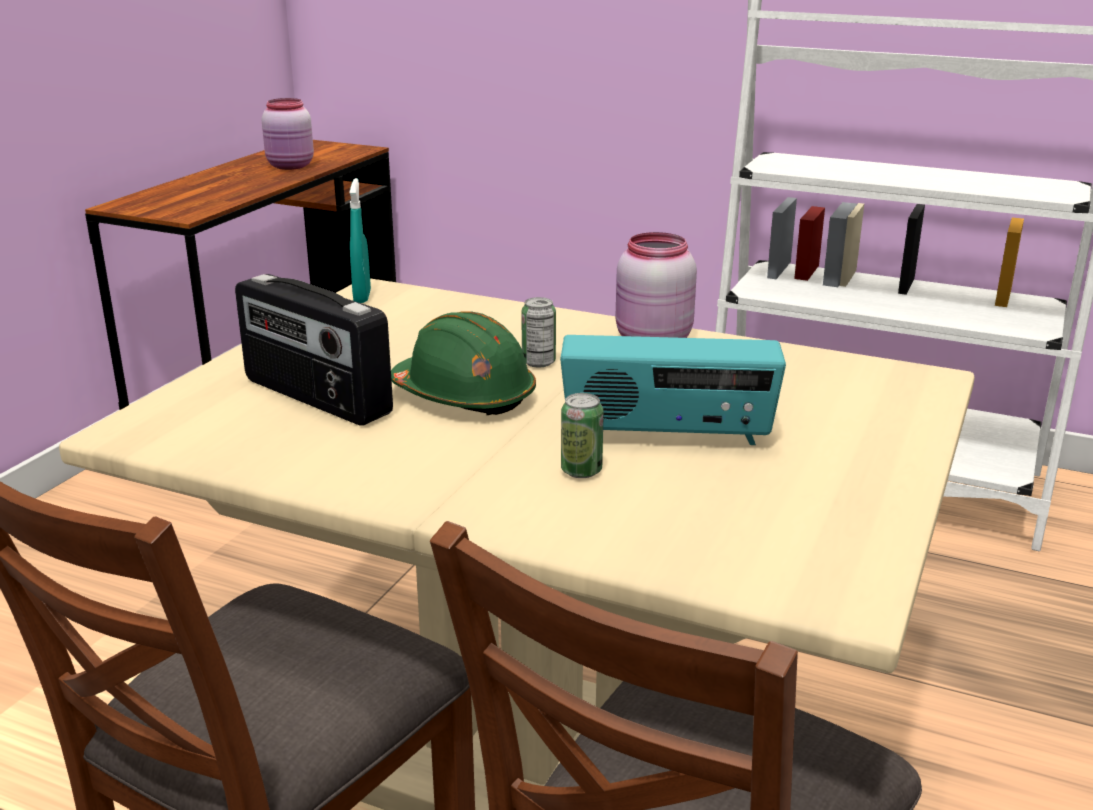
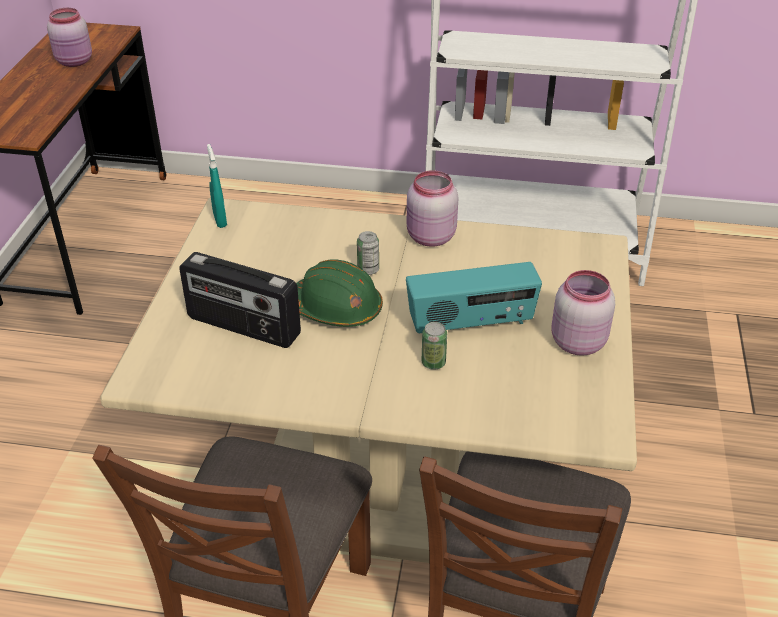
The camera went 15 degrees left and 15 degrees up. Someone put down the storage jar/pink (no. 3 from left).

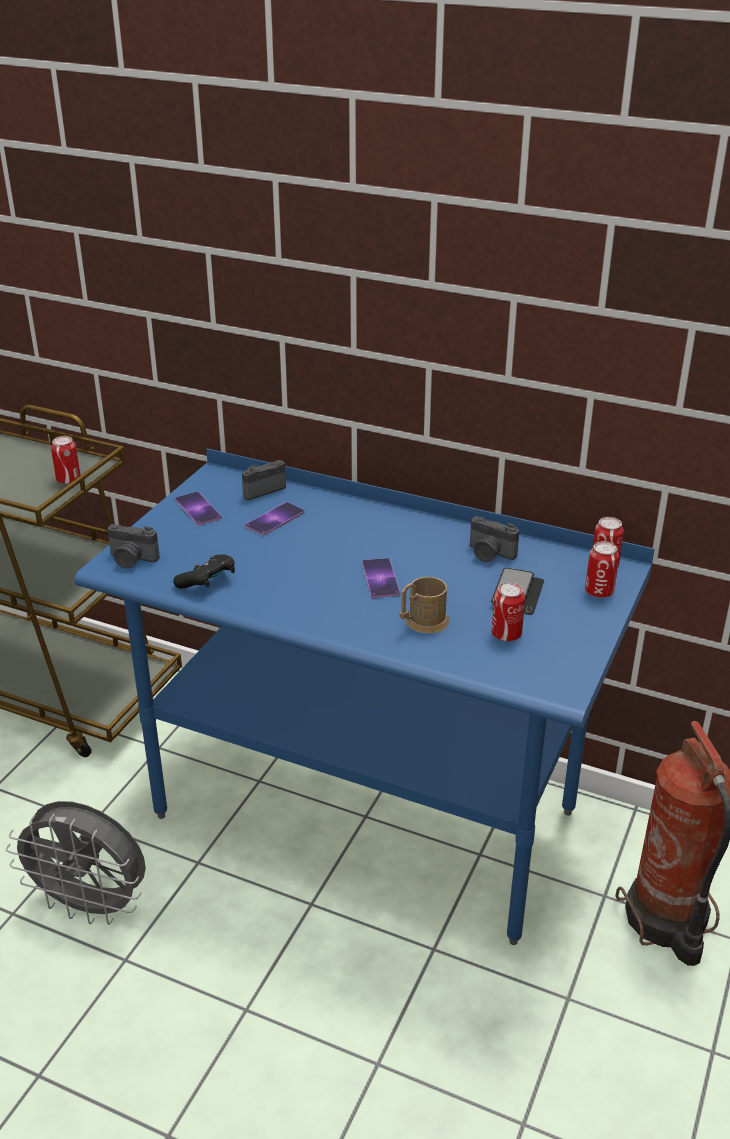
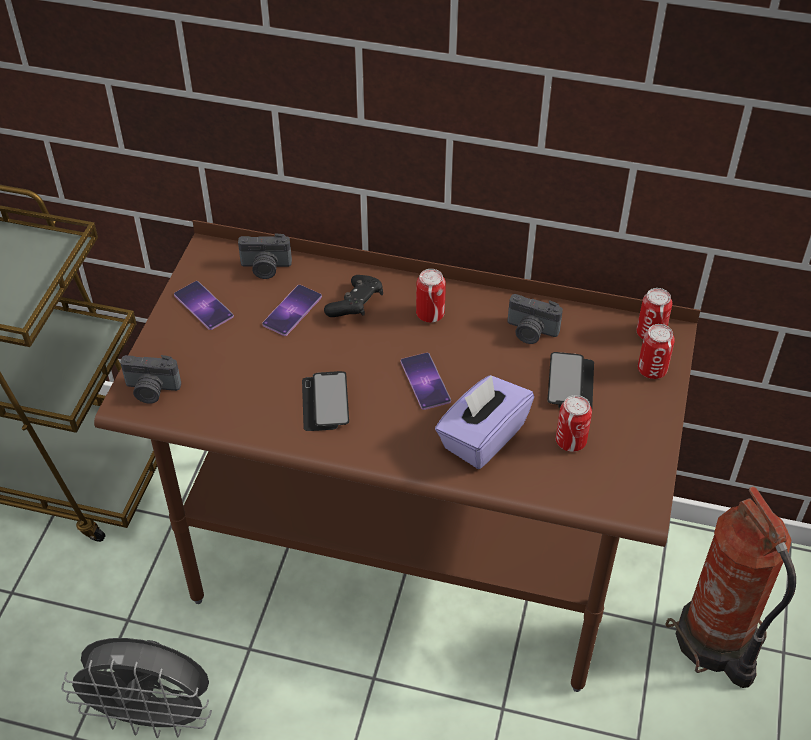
The camera went 10 degrees left and 15 degrees up. Someone put down the telephone (no. 3 from left). Someone carried the metal can (no. 1 from left). Someone carried the joypad/black. Someone swapped the tea mug/brown for the box of tissues/purplish. Someone repainted the desk/bluish, which became the desk/brown. Someone rotated the photo camera (no. 2 from left) by 135 degrees counterclockwise.

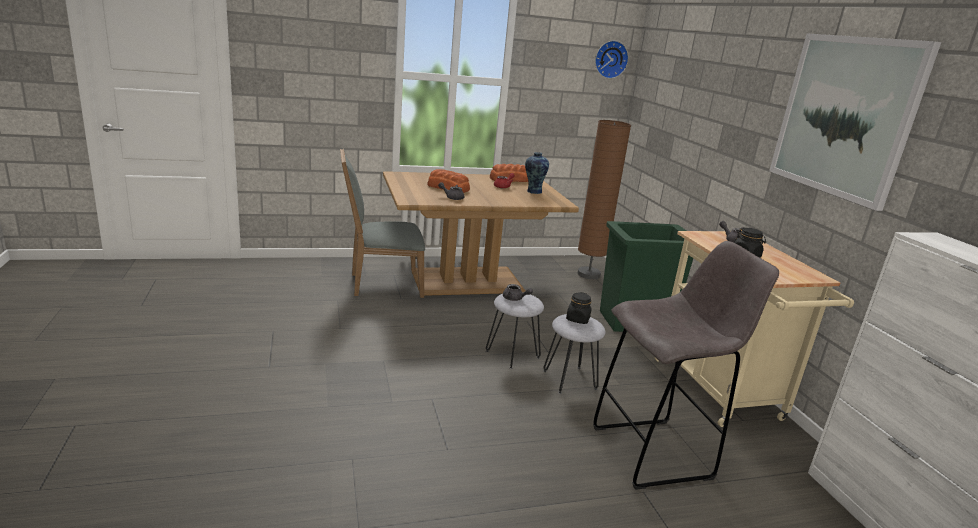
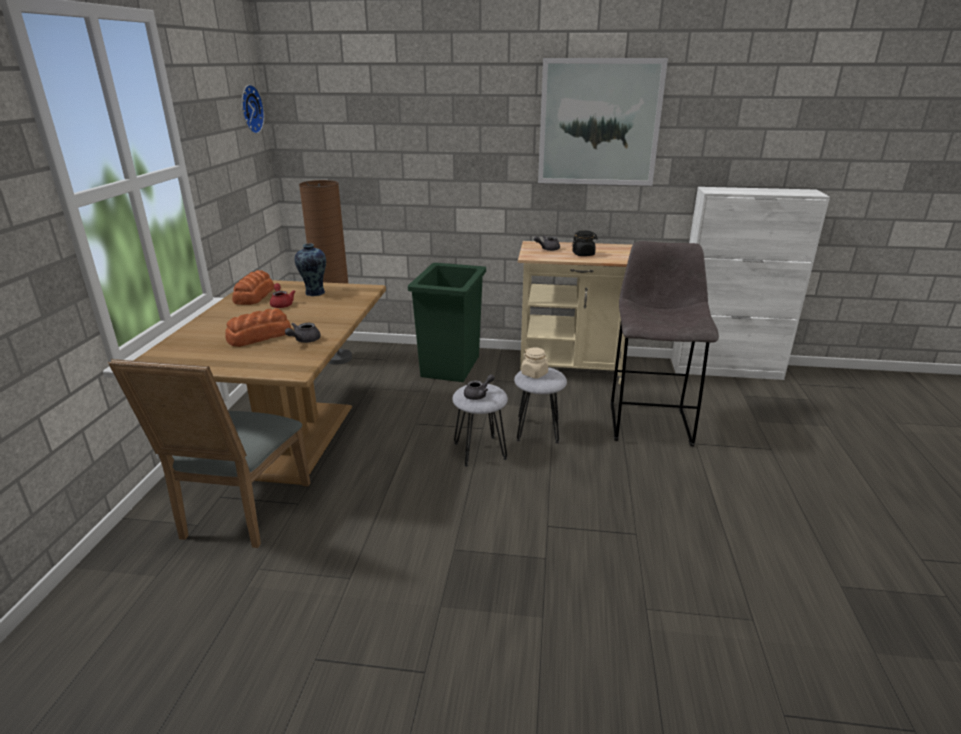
The camera went 65 degrees left and 5 degrees up. Someone repainted the storage jar/black (no. 1 from left), which became the storage jar/beige.

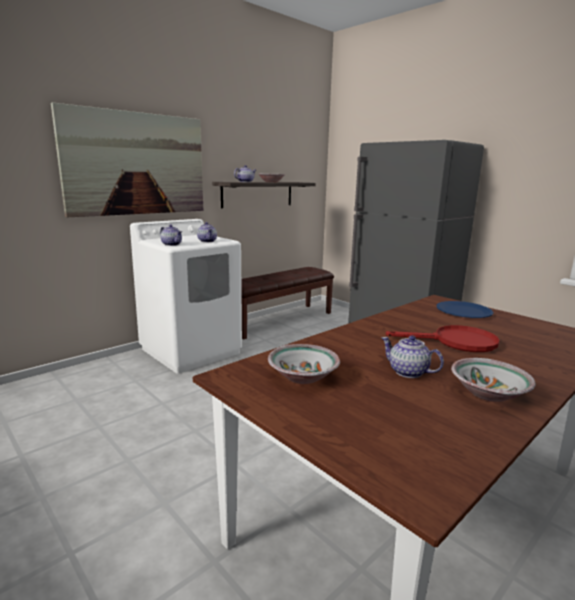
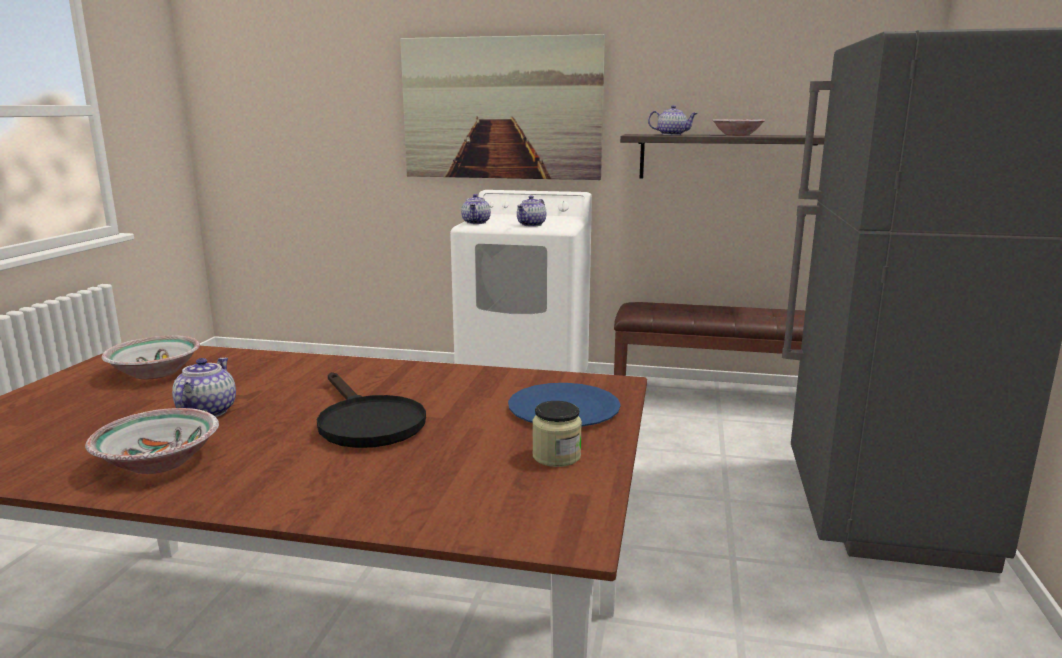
The camera went 55 degrees right and 0 degrees up. Someone put down the storage jar. Someone repainted the frying pan/reddish, which became the frying pan/black.

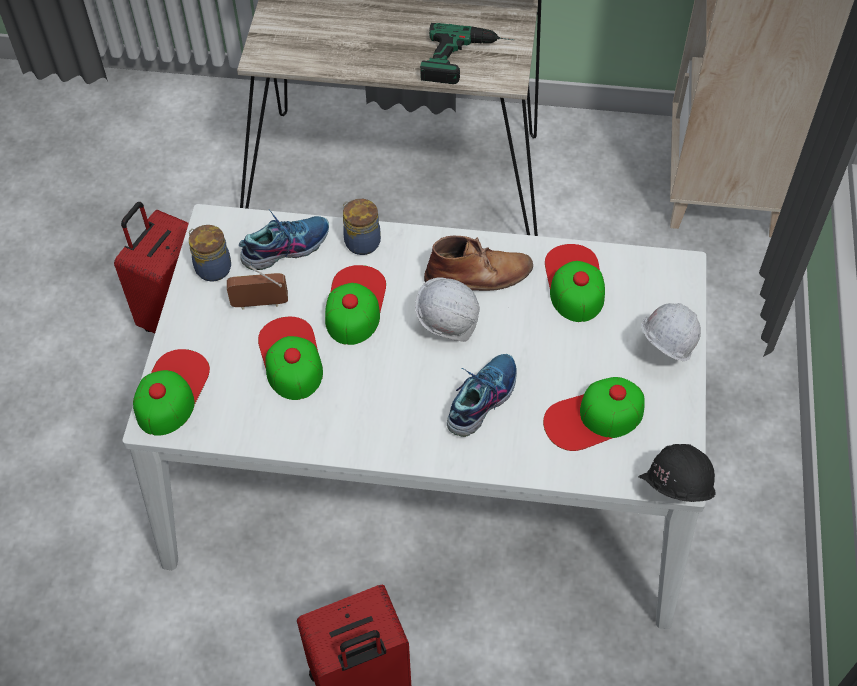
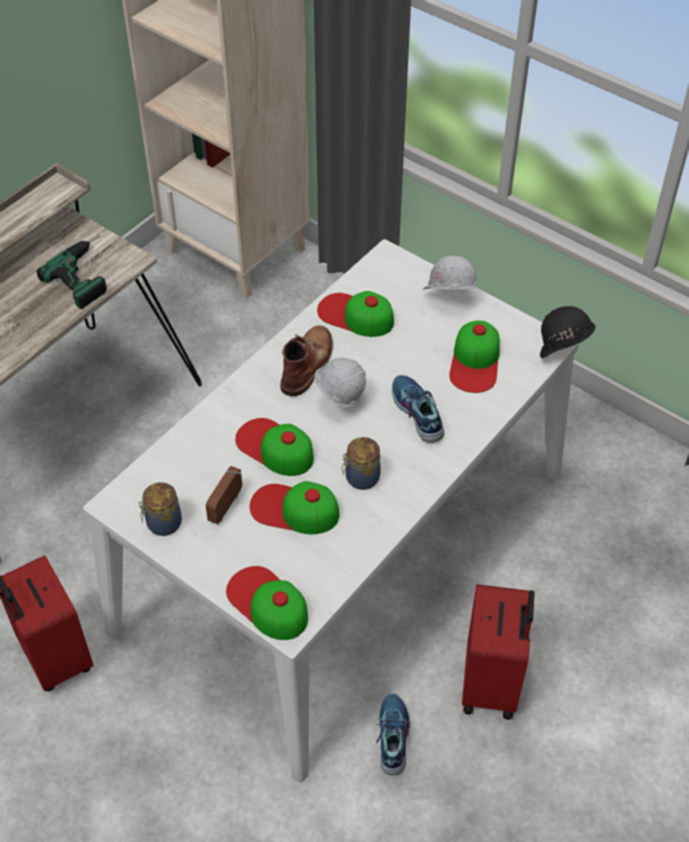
The camera went 60 degrees left and 5 degrees down. Someone carried the item of footwear (no. 1 from left). Someone carried the storage jar (no. 2 from left).

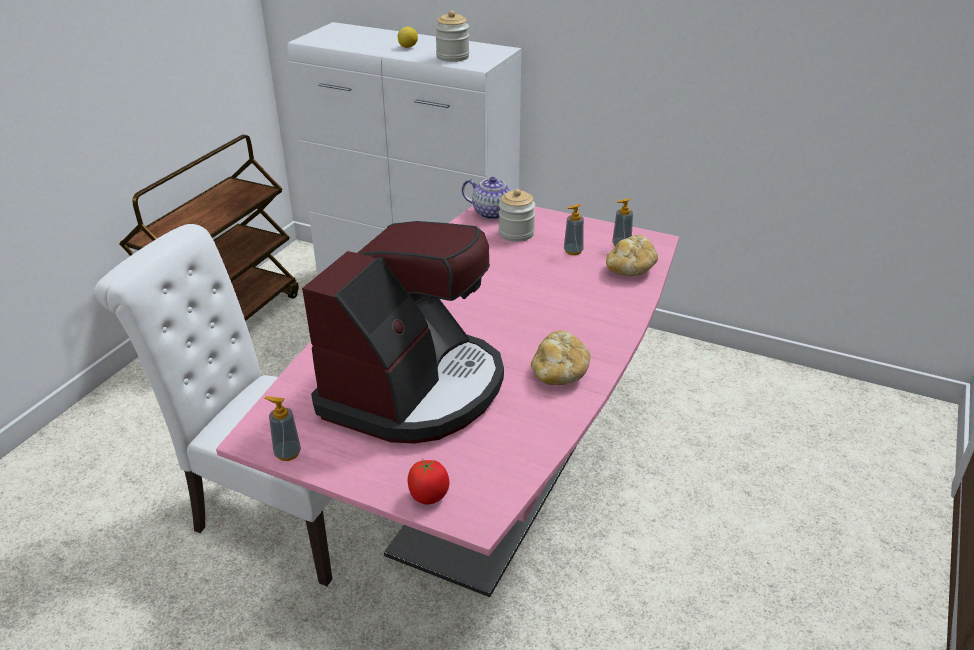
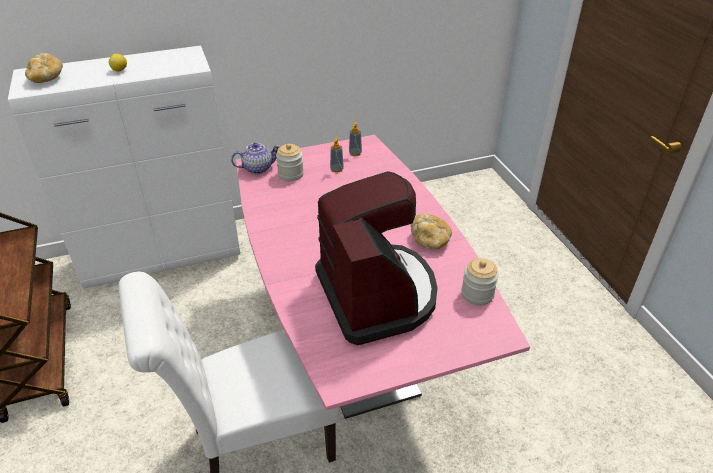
The camera went 45 degrees left and 5 degrees up. Someone took away the liquid soap bottle (no. 1 from left). Someone took away the tomato. Someone carried the storage jar (no. 1 from left in the first image). Someone carried the bakery bread (no. 2 from left in the first image).

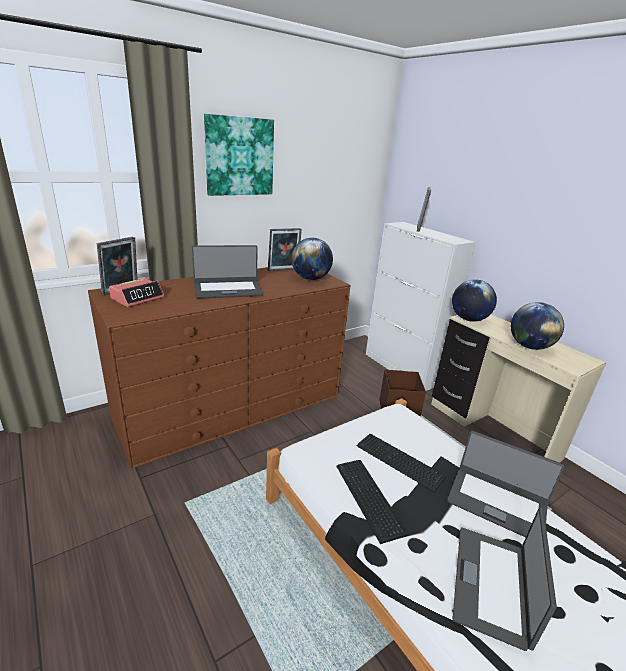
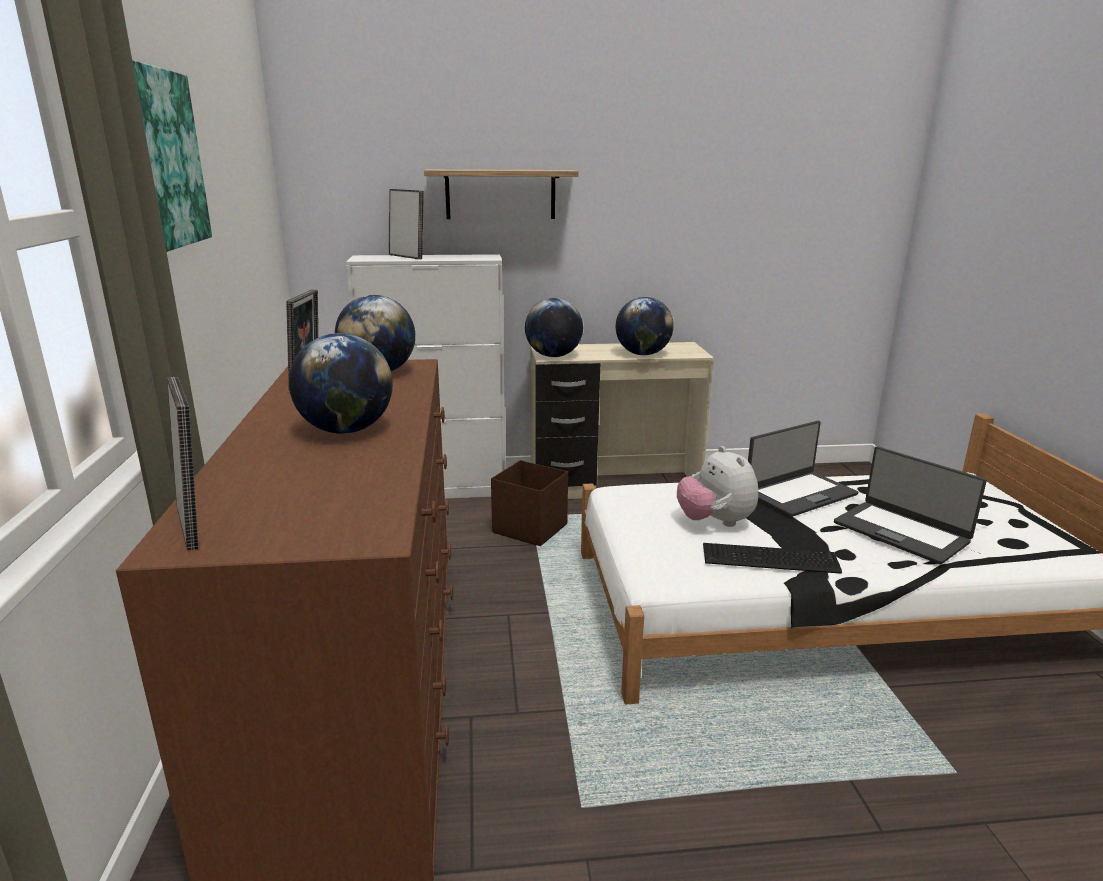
The camera went 60 degrees left and 5 degrees down. Someone took away the alarm clock. Someone put up the shelf. Someone swapped the laptop (no. 1 from left) for the desk globe (no. 1 from left). Someone swapped the computer keyboard (no. 2 from left) for the soft toy.

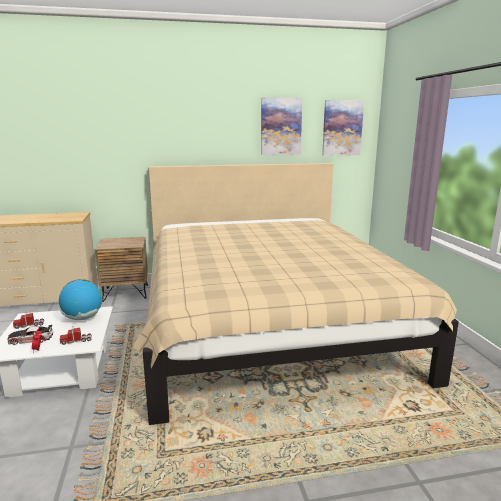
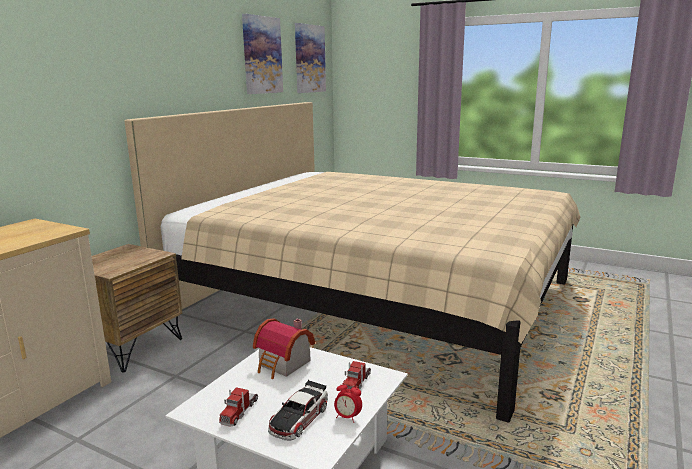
The camera went 50 degrees left and 0 degrees up. Someone swapped the desk globe for the model house.

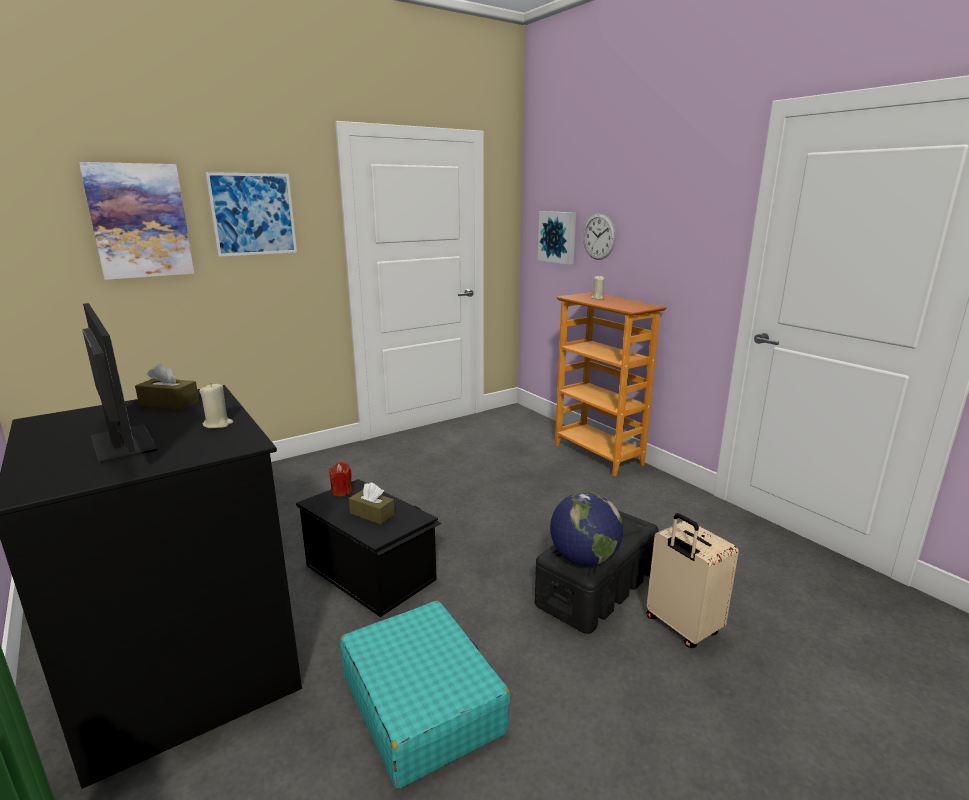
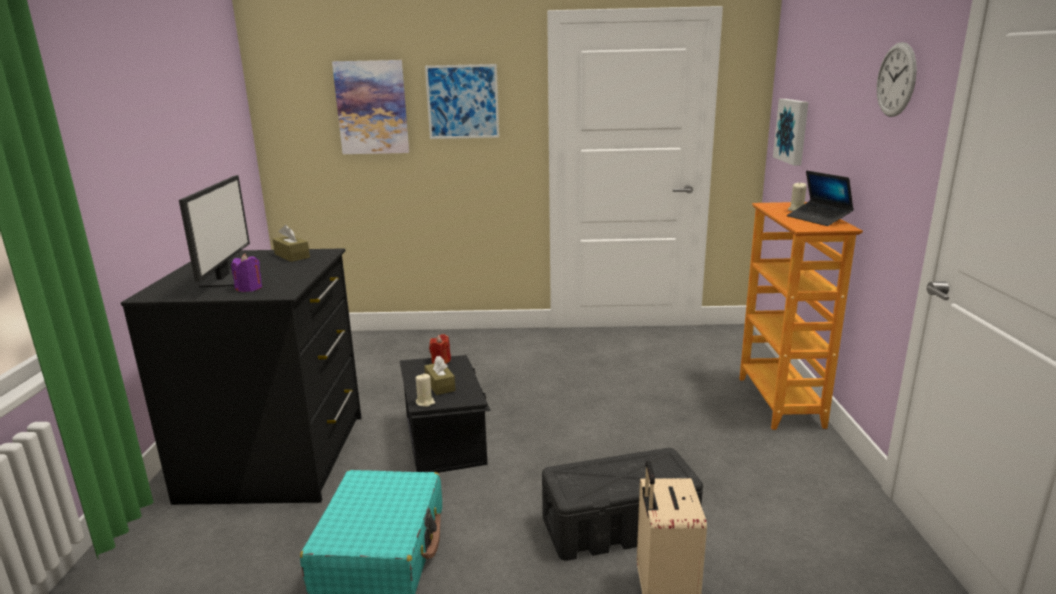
The camera went 35 degrees right and 0 degrees up. Someone took away the desk globe. Someone put down the wax candle/purplish. Someone put down the laptop. Someone carried the wax candle/beige (no. 1 from left). Someone carried the clock on the wall.

